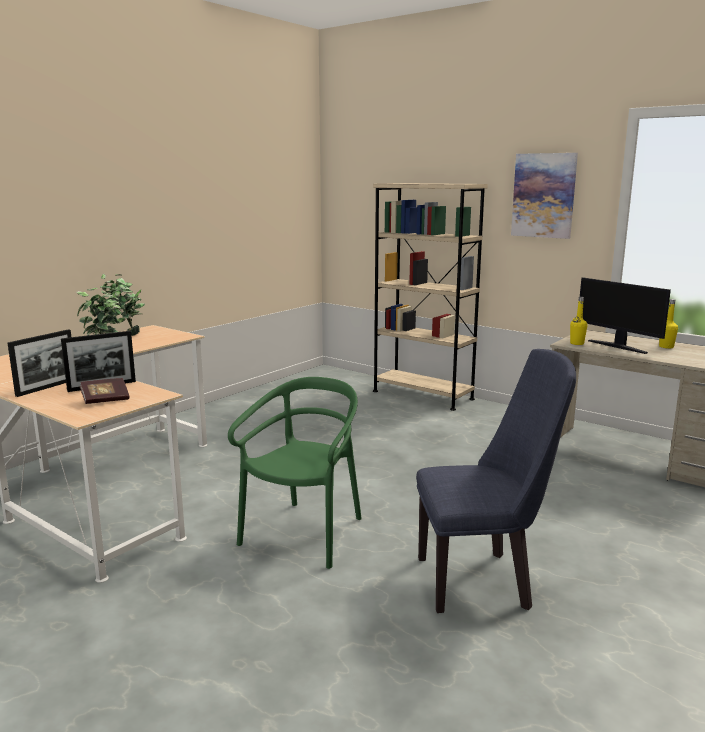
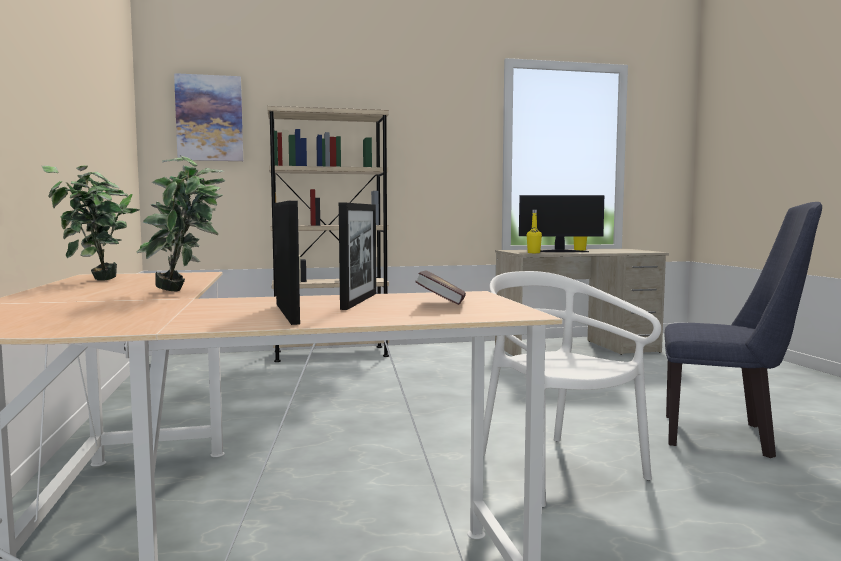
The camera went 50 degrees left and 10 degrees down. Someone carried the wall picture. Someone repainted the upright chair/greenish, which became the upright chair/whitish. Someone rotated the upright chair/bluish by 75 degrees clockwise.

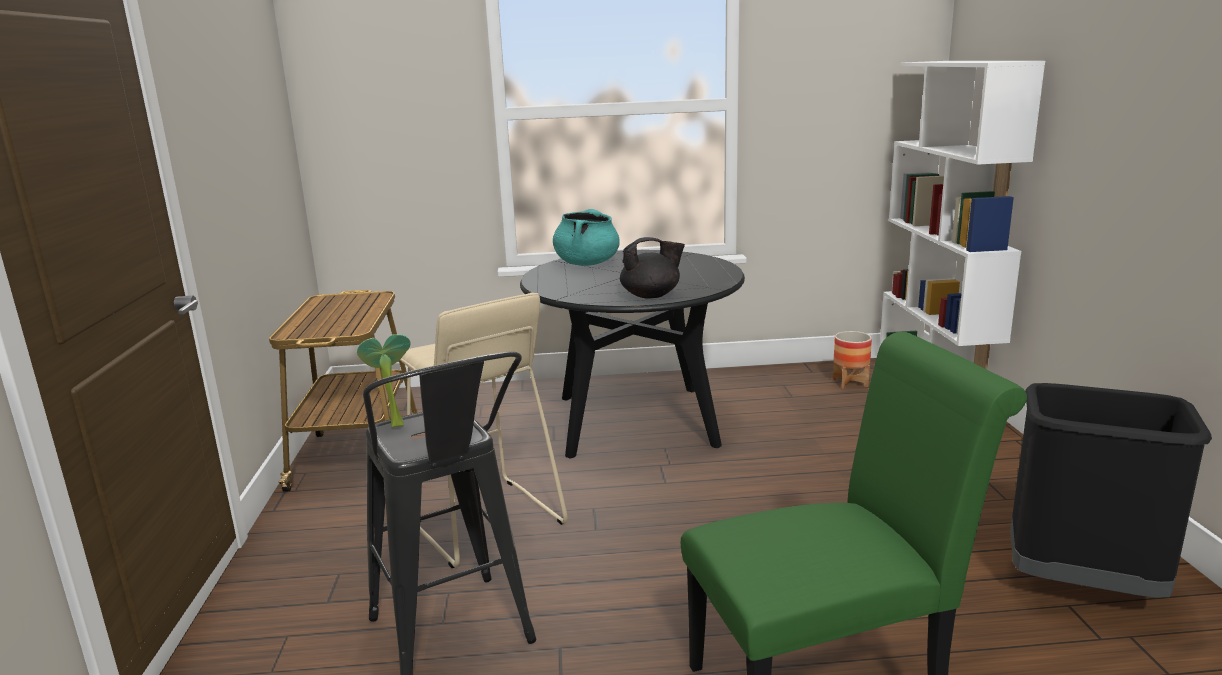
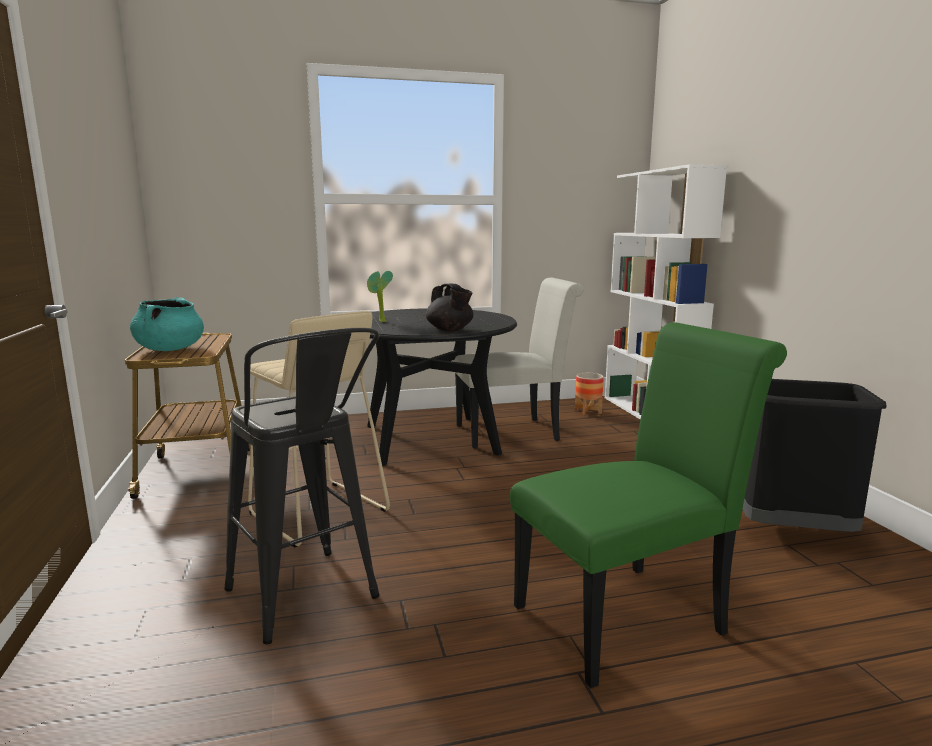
The camera went 10 degrees left and 5 degrees down. Someone put down the upright chair/whitish. Someone carried the houseplant. Someone carried the stockpot/blue-green. Someone rotated the tea pot/black by 75 degrees clockwise.

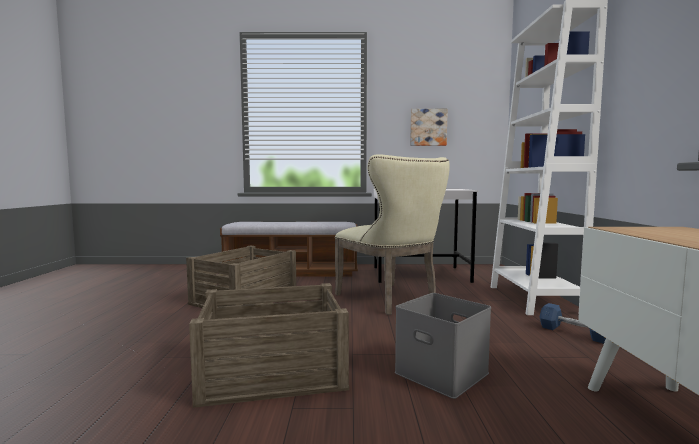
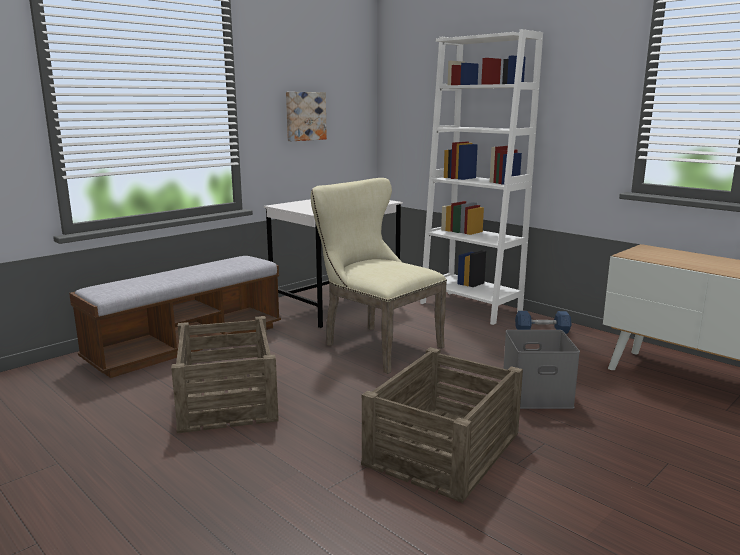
The camera went 45 degrees left and 10 degrees up. Someone rotated the upright chair/beige by 150 degrees counterclockwise.

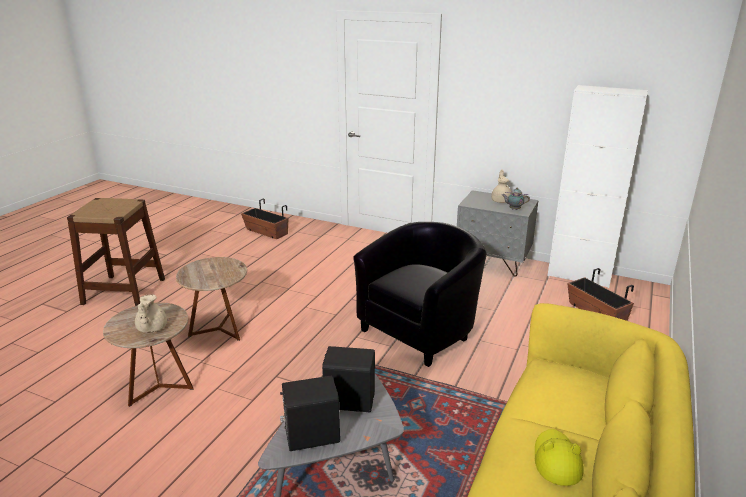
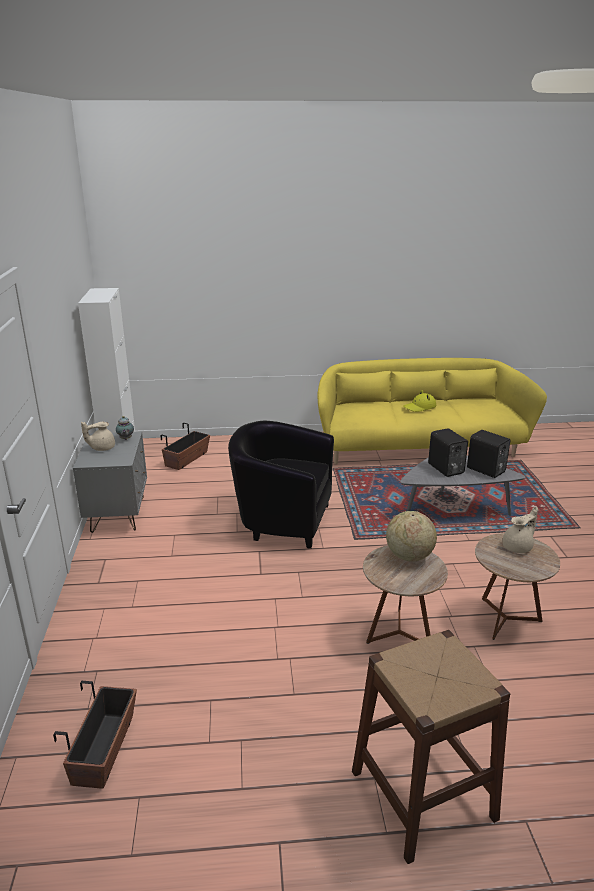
The camera went 120 degrees left and 0 degrees up. Someone put down the desk globe.

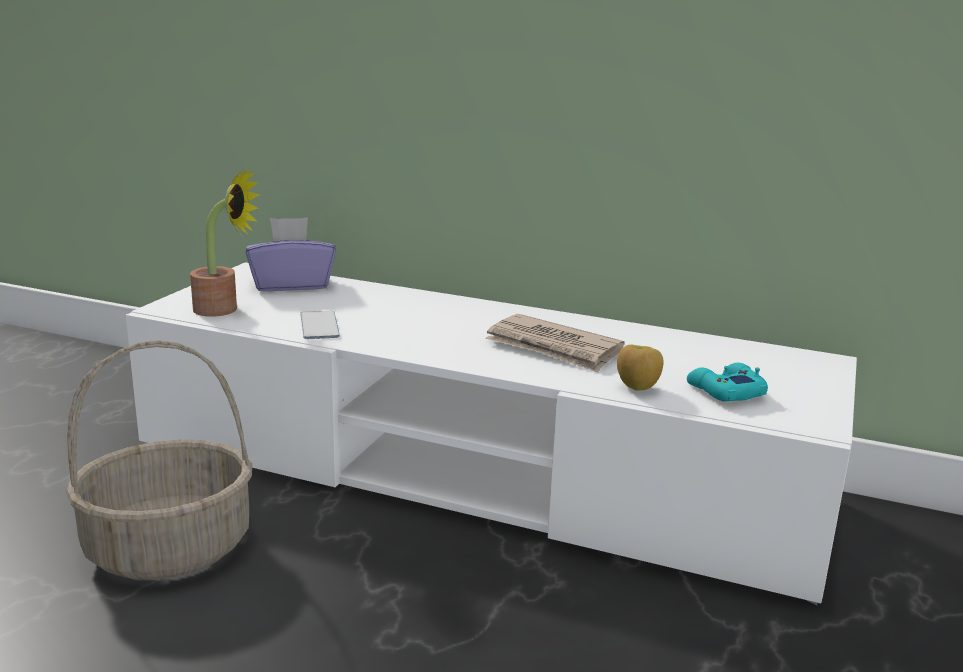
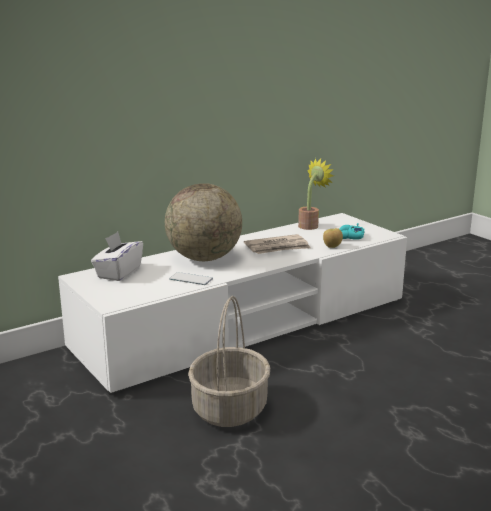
The camera went 55 degrees left and 0 degrees up. Someone put down the desk globe. Someone carried the houseplant. Someone repainted the box of tissues/purplish, which became the box of tissues/whitish.

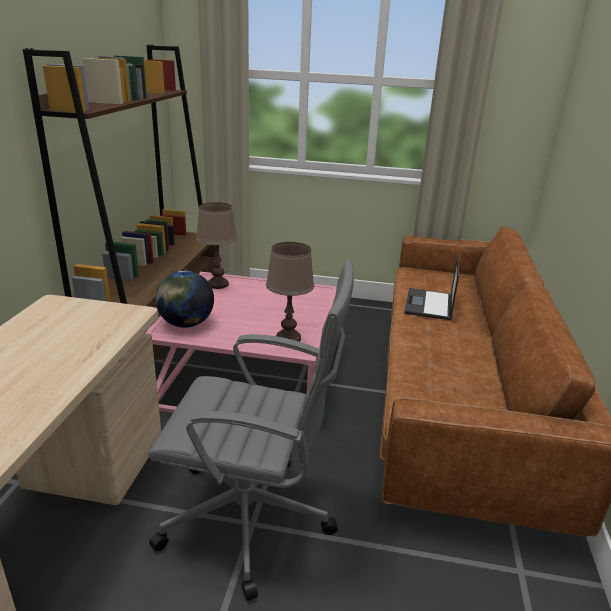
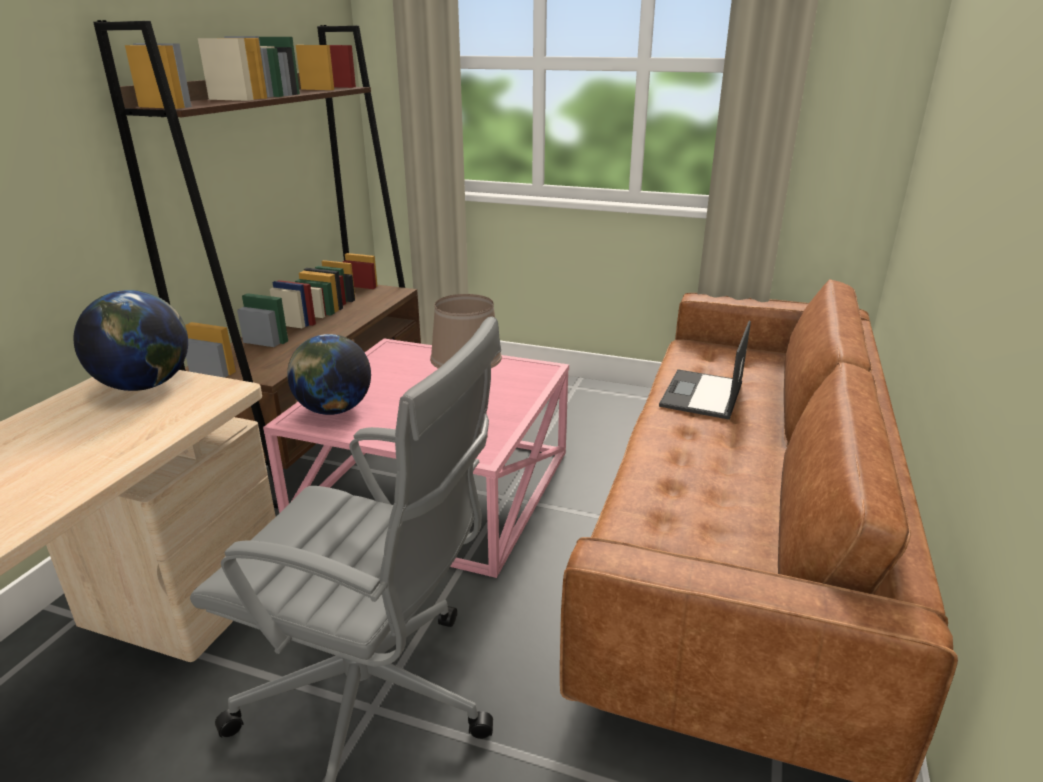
The camera went 10 degrees right and 0 degrees up. Someone took away the lamp for a table/brown (no. 1 from left). Someone put down the desk globe (no. 1 from left).

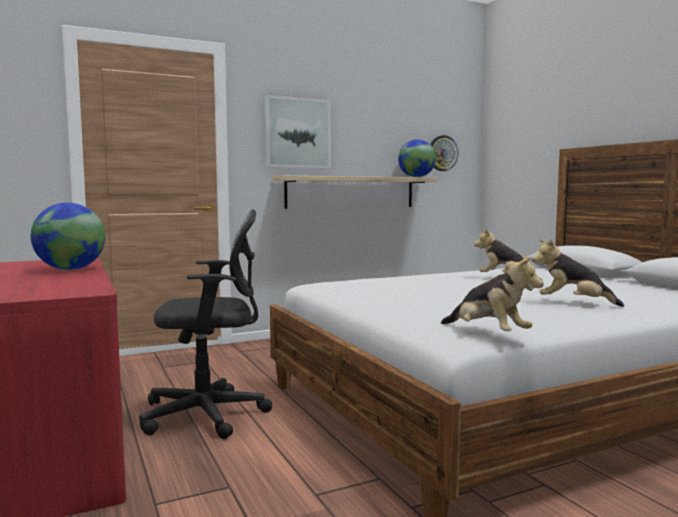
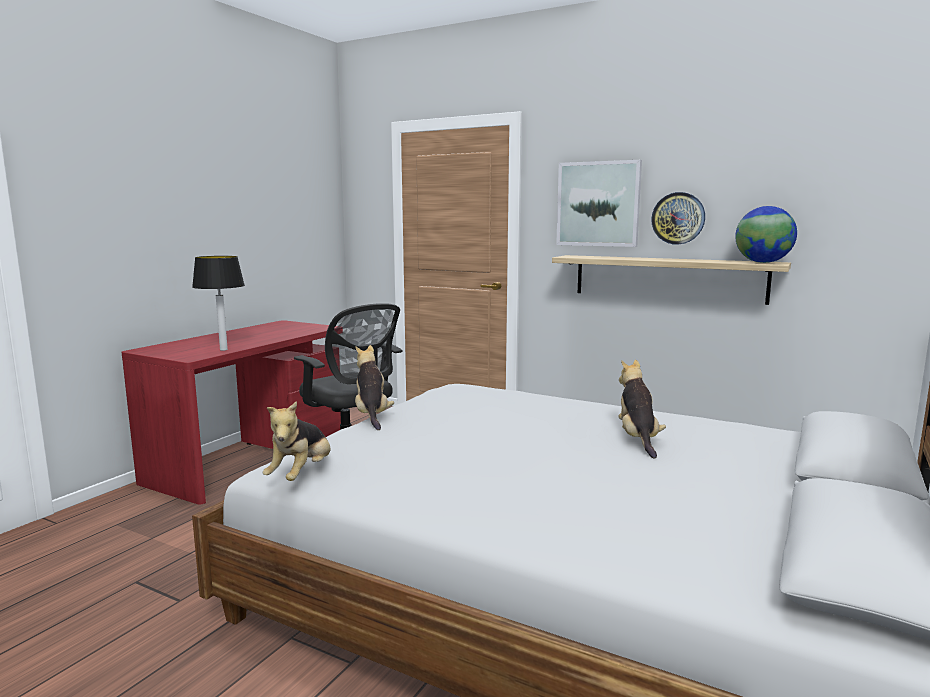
The camera went 55 degrees right and 5 degrees up. Someone took away the desk globe (no. 1 from left). Someone put down the lamp for a table. Someone carried the clock on the wall. Someone carried the soft toy (no. 3 from left in the first image).

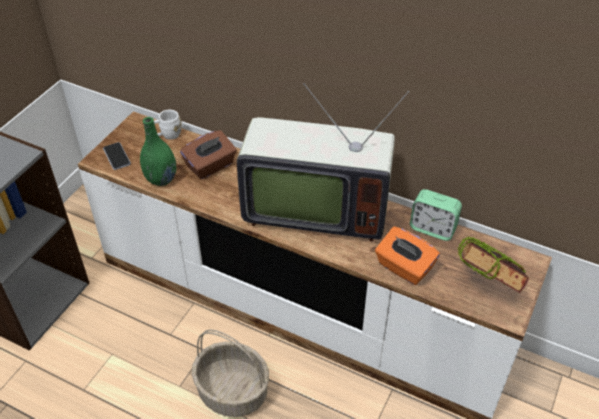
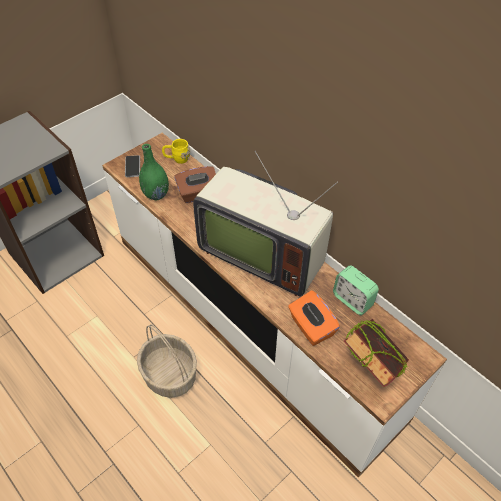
The camera went 20 degrees right and 5 degrees up. Someone repainted the tea mug/whitish, which became the tea mug/yellow-coloured.

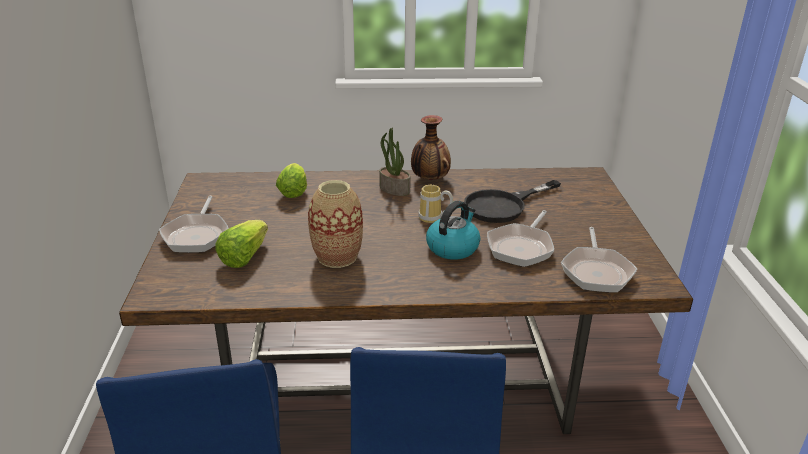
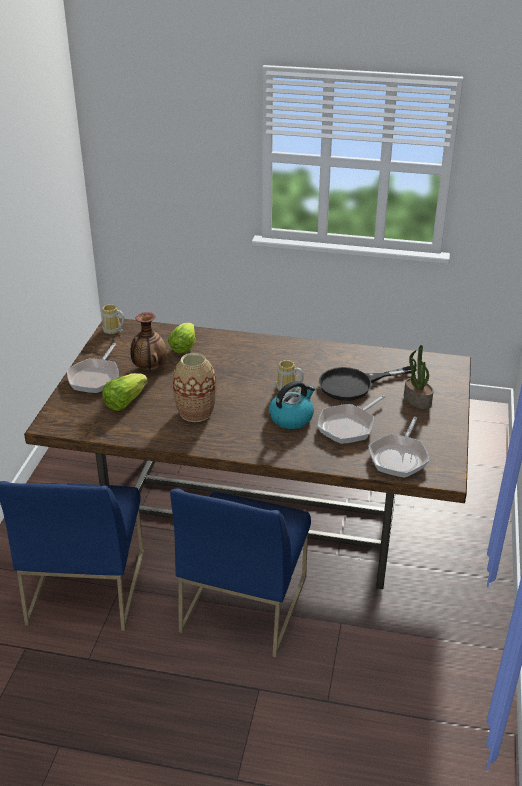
The camera went 15 degrees right and 5 degrees up. Someone put down the tea mug (no. 1 from left). Someone carried the houseplant. Someone carried the decorative vase (no. 2 from left in the first image).

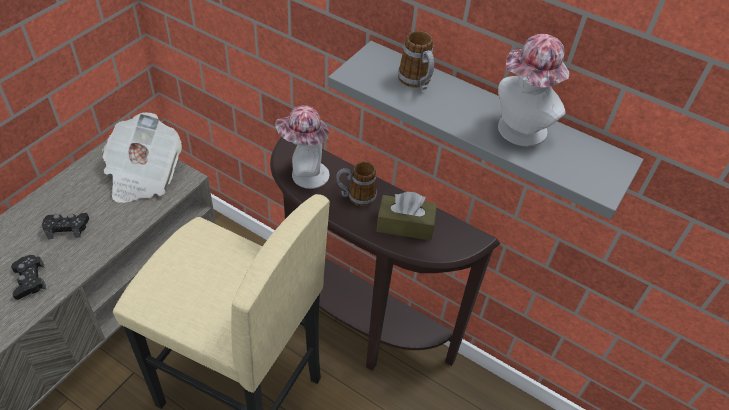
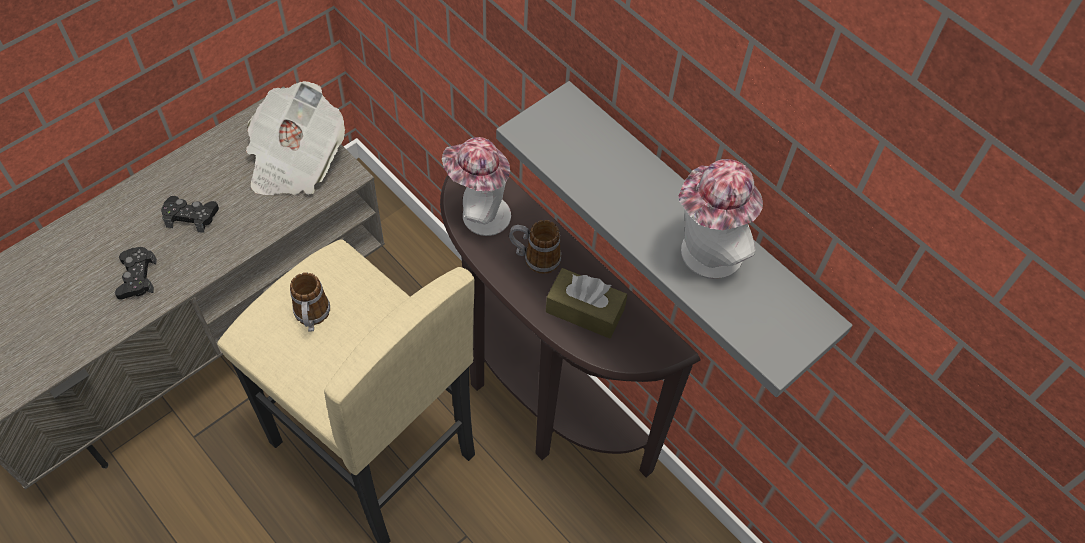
The camera went 15 degrees right and 10 degrees up. Someone carried the tea mug (no. 2 from left in the first image).

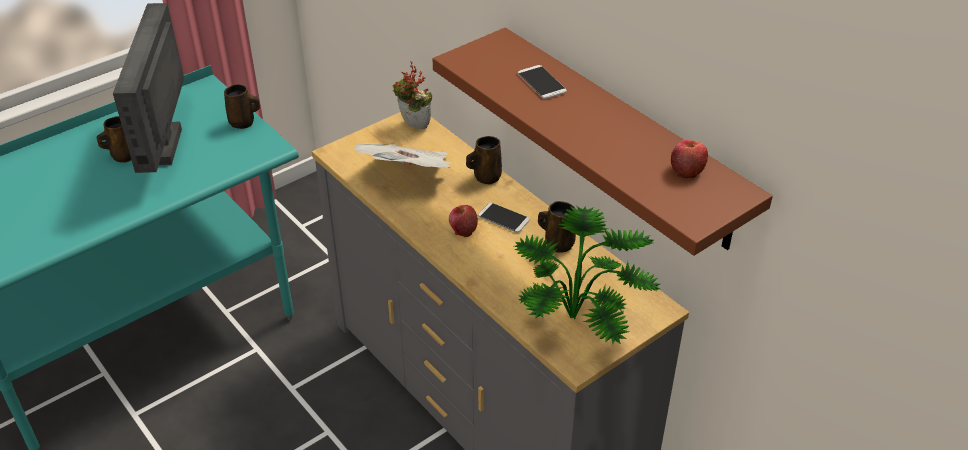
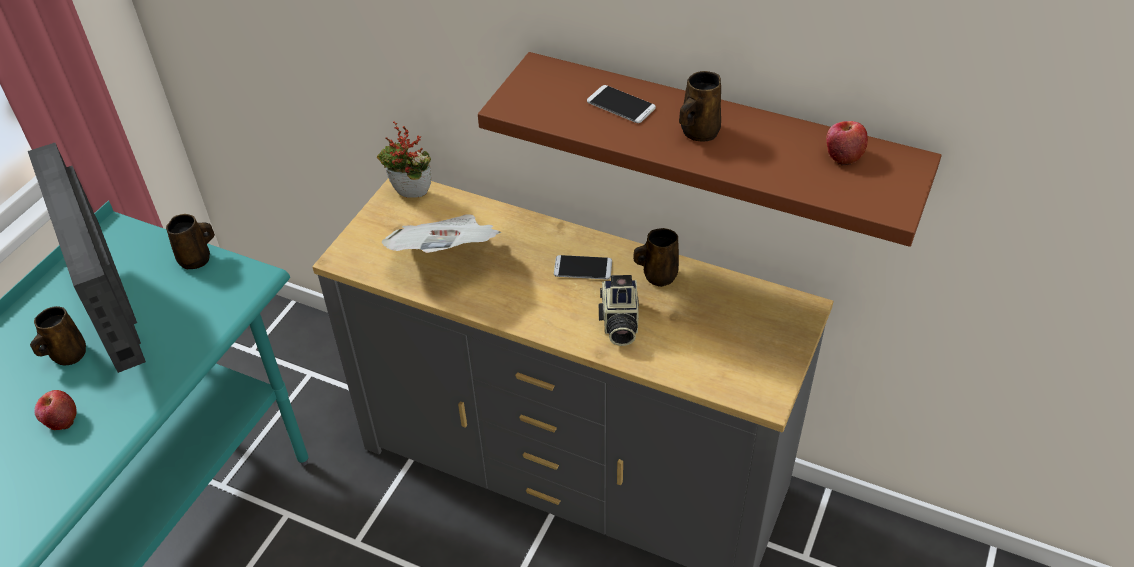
The camera went 25 degrees left and 5 degrees up. Someone took away the houseplant (no. 2 from left). Someone put down the photo camera. Someone carried the whole apple (no. 1 from left). Someone carried the tea mug/brown (no. 3 from left in the first image).

